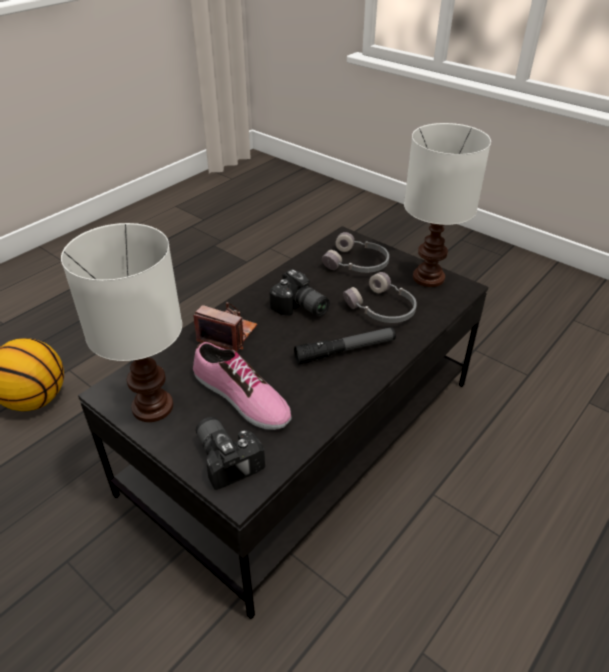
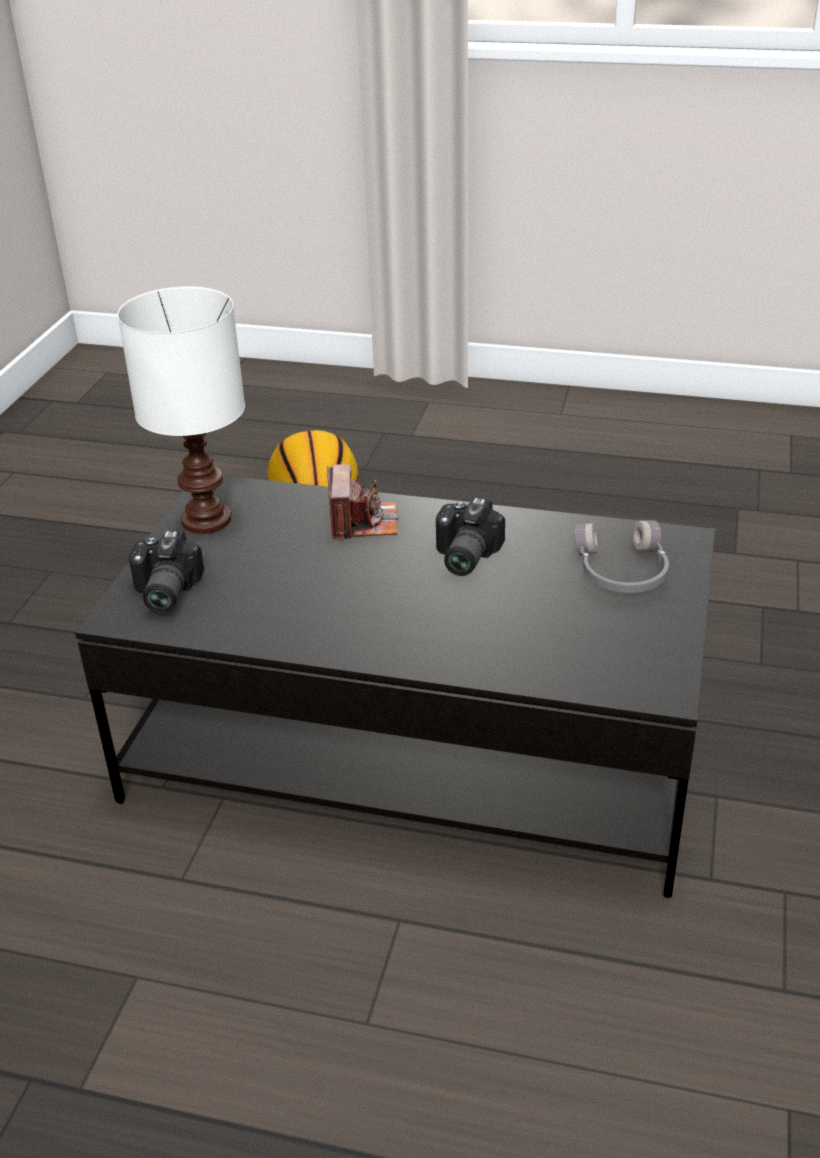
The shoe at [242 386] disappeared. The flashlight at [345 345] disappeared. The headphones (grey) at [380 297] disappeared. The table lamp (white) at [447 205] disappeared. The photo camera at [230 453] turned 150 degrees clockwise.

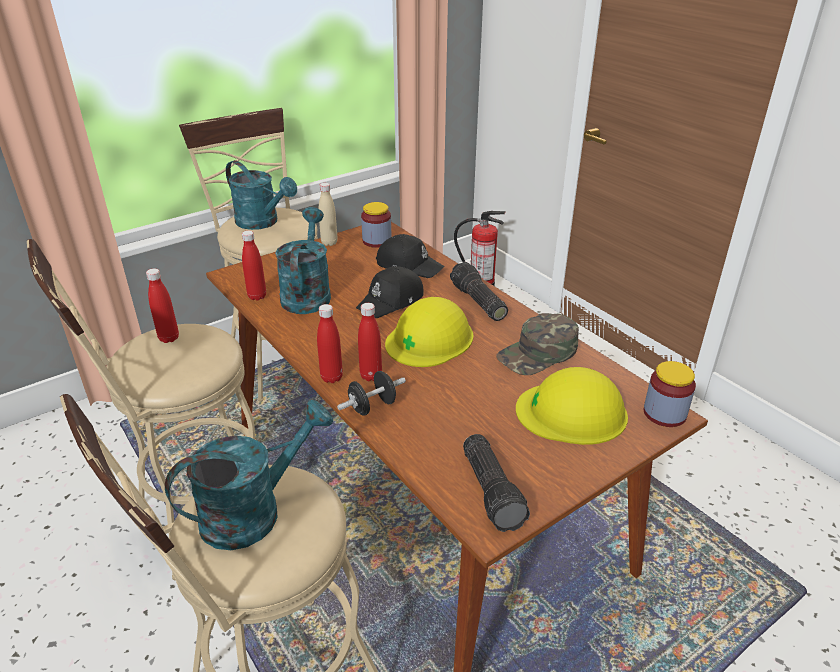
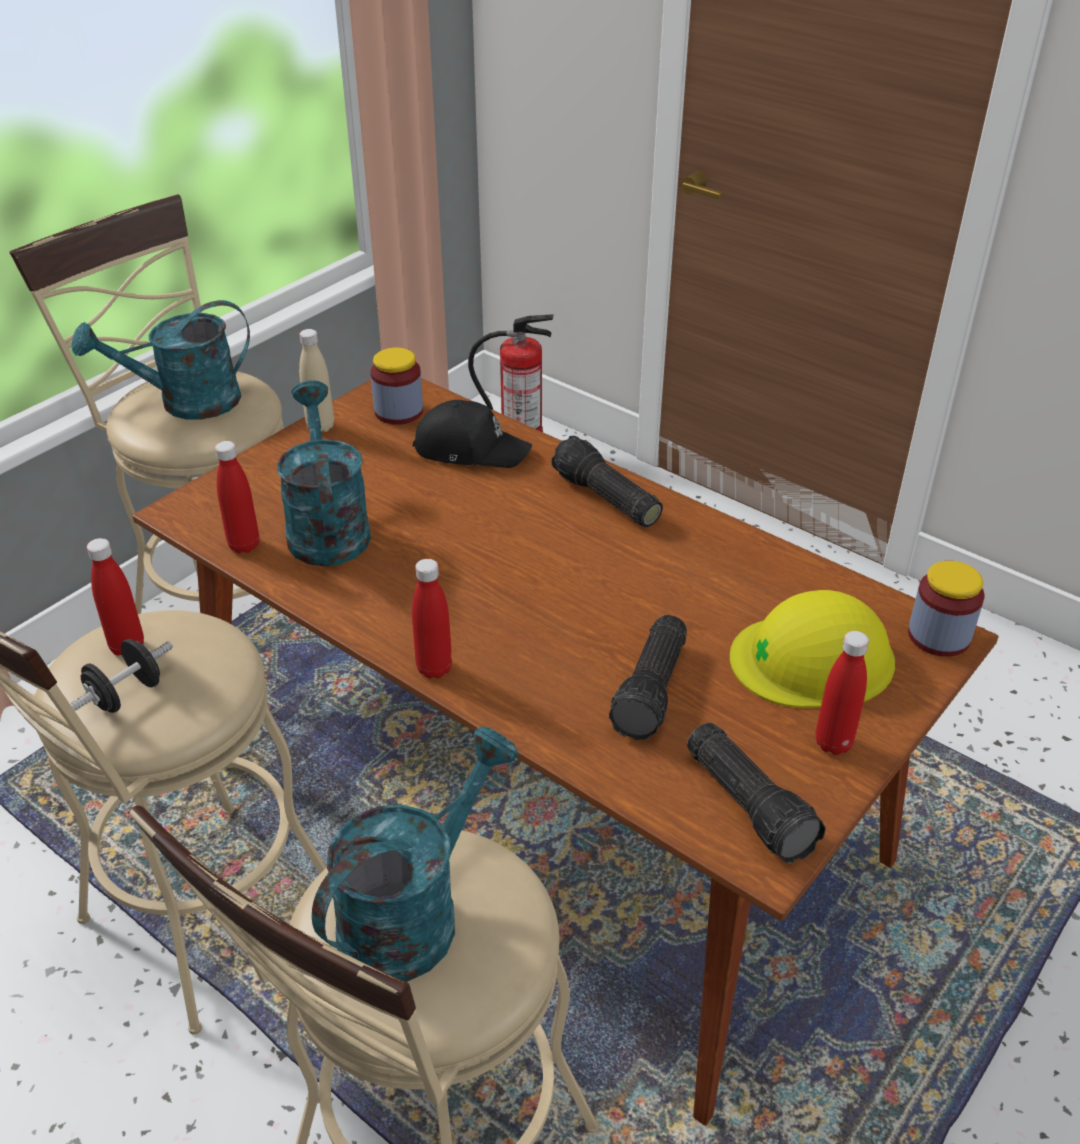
The cap (black) at [390 292] disappeared. The hard hat (yellow) at [429 332] disappeared. The cap (green) at [537 344] disappeared. The flashlight at [648 677] appeared. The dumbbell (black) moved from [371 393] to [121 676]. The bottle (red) moved from [370 342] to [842 693]. The watering can (turquoise) at [261 195] turned 135 degrees clockwise.

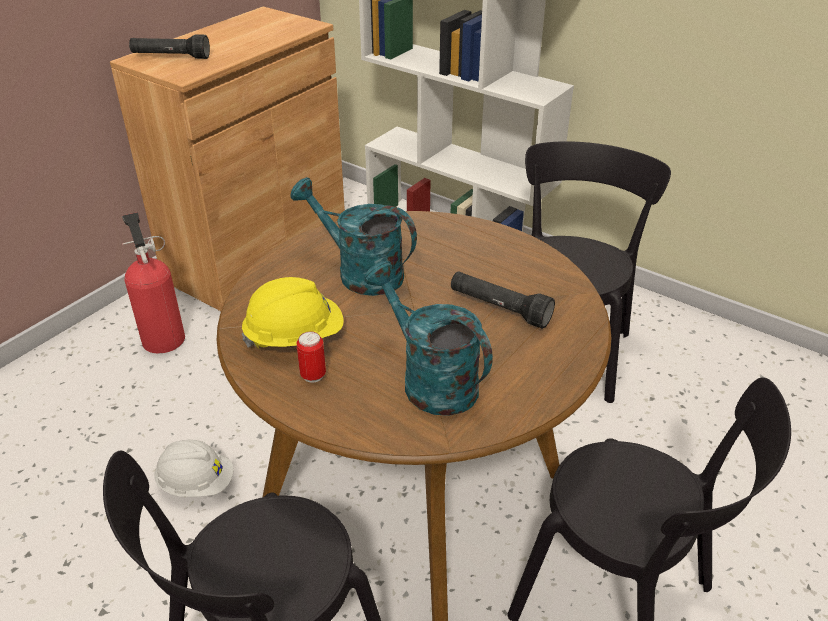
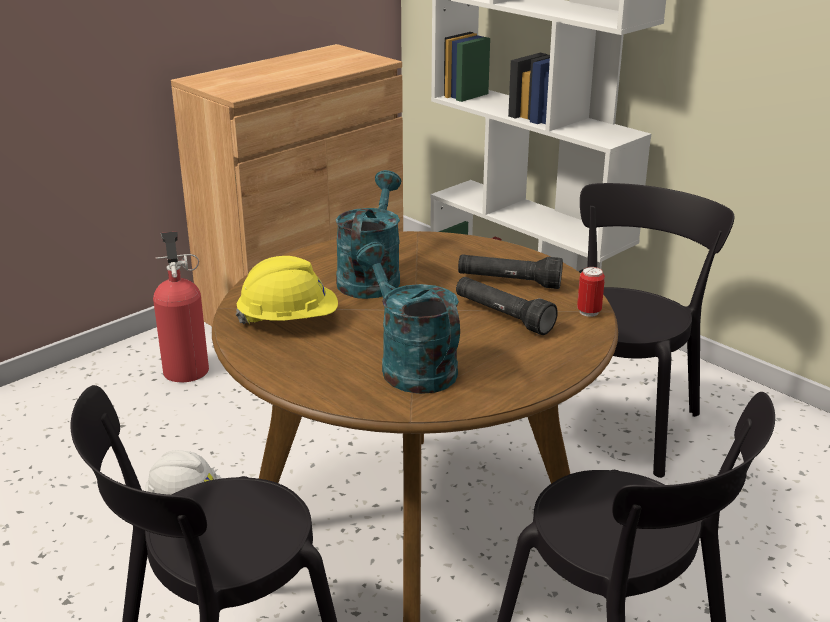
The flashlight (black) moved from [169 46] to [510 271]. The can moved from [311 357] to [591 292]. The watering can (turquoise) at [353 236] turned 60 degrees clockwise.

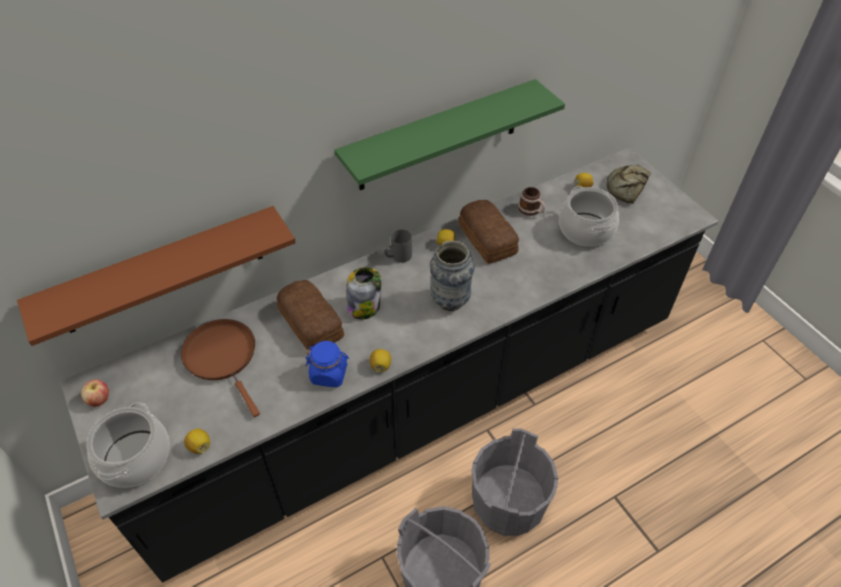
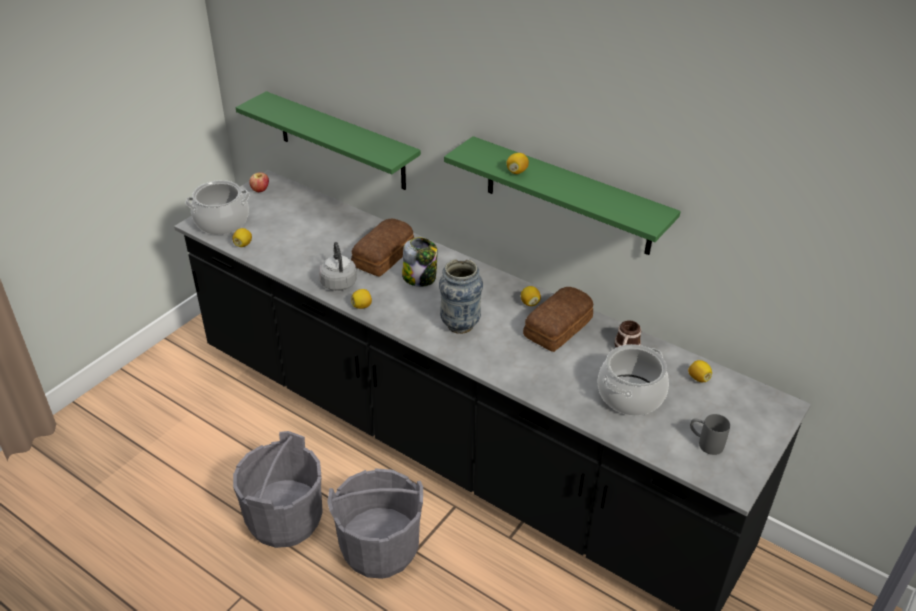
The frying pan (brown) at [220 368] disappeared. The bread at [629 184] disappeared. The lemon at [518 163] appeared. The mug (grey) moved from [398 246] to [710 434]. The jar (blue) at [327 364] was replaced by the kettle (grey) at [338 266]. The shelf (brown) at [156 276] became the shelf (green) at [328 140].

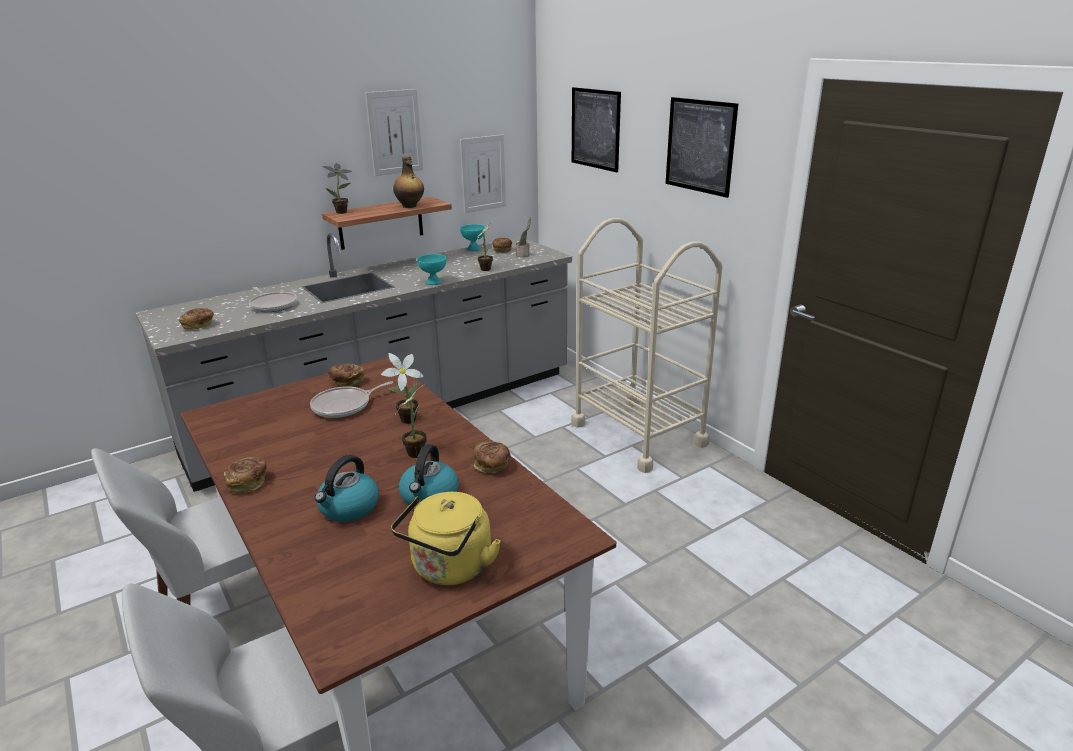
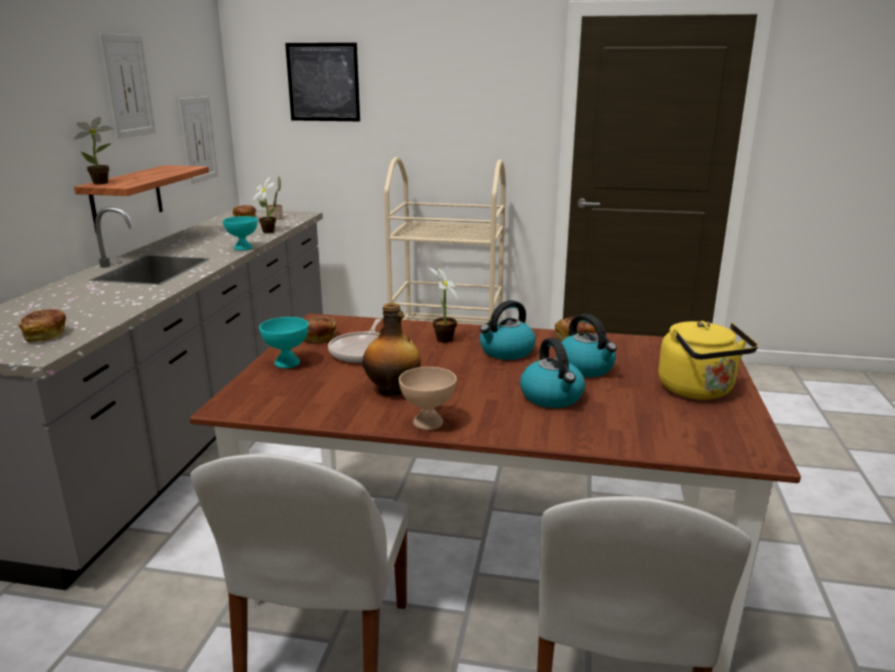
The frying pan at [273 299] disappeared. The picture at [702 147] disappeared. The bottle moved from [408 182] to [391 349]. The bowl (turquoise) moved from [472 237] to [284 342]. The bread at [245 475] was replaced by the bowl (beige) at [428 398]. The potted plant at [410 421] was replaced by the kettle at [508 330].

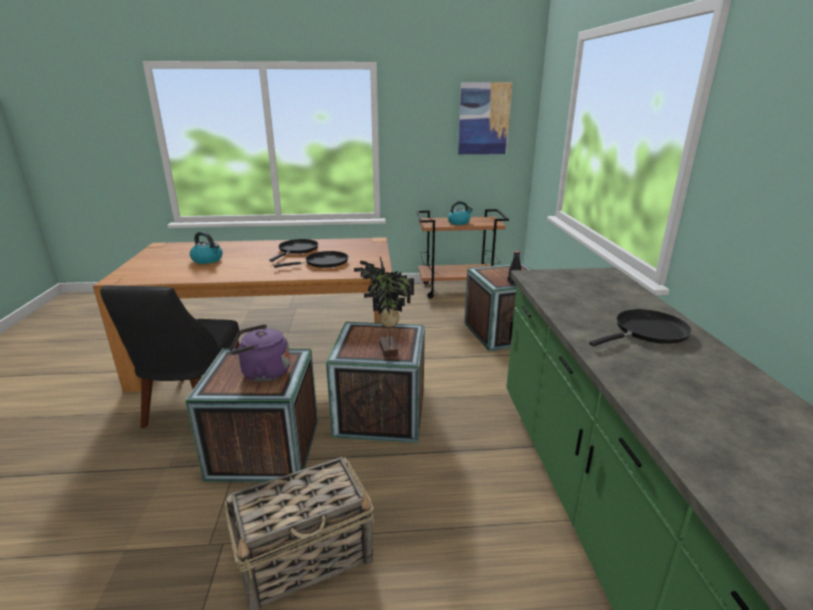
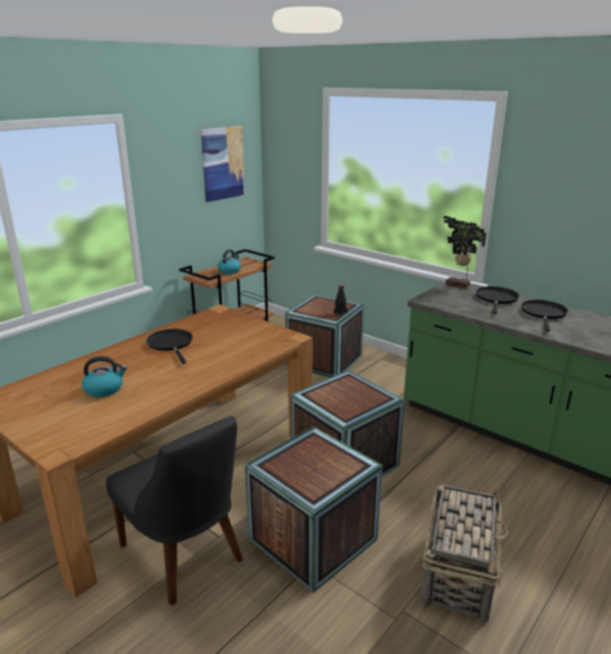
The kettle (purple) at [259 353] disappeared. The frying pan (black) moved from [311 259] to [497 300]. The potted plant moved from [384 307] to [464 252].

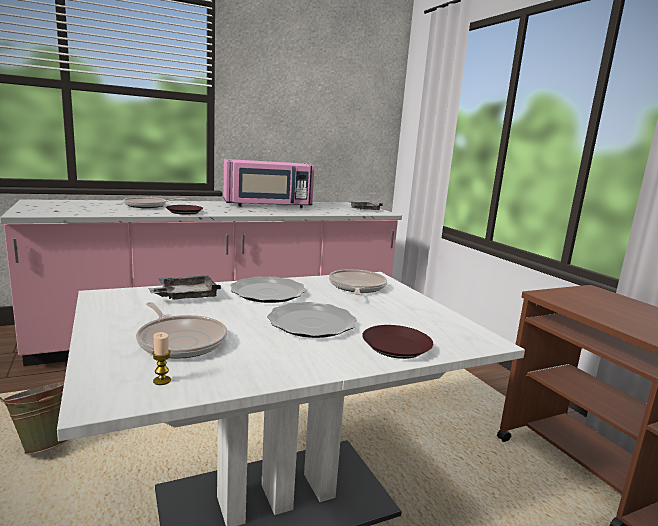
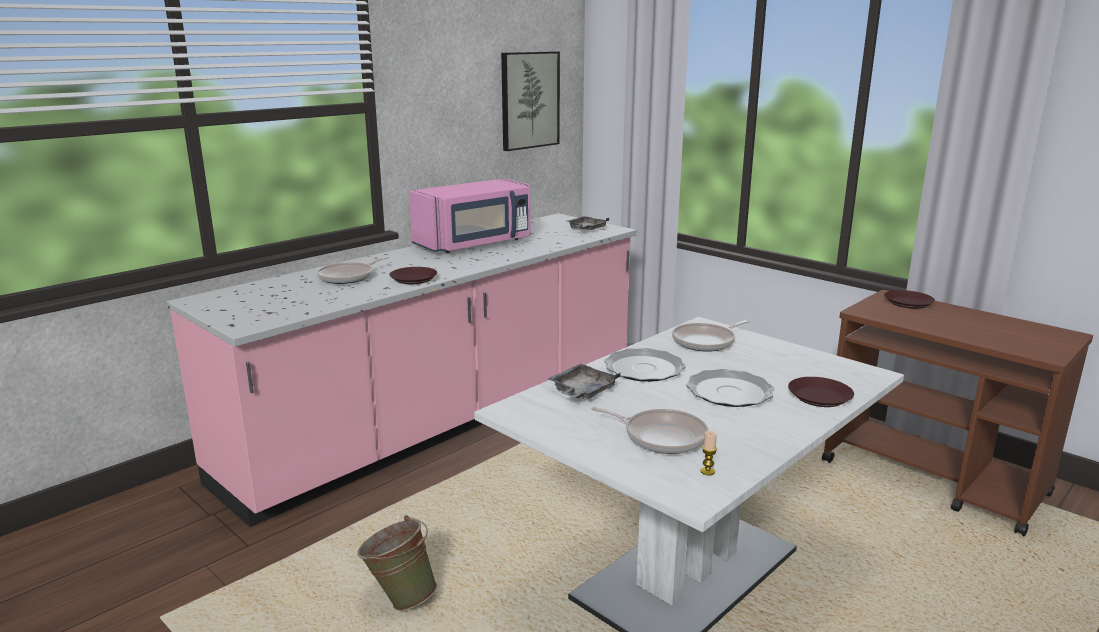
The picture at [530 101] appeared. The plate (brown) at [909 299] appeared. The frying pan at [358 282] turned 105 degrees counterclockwise.

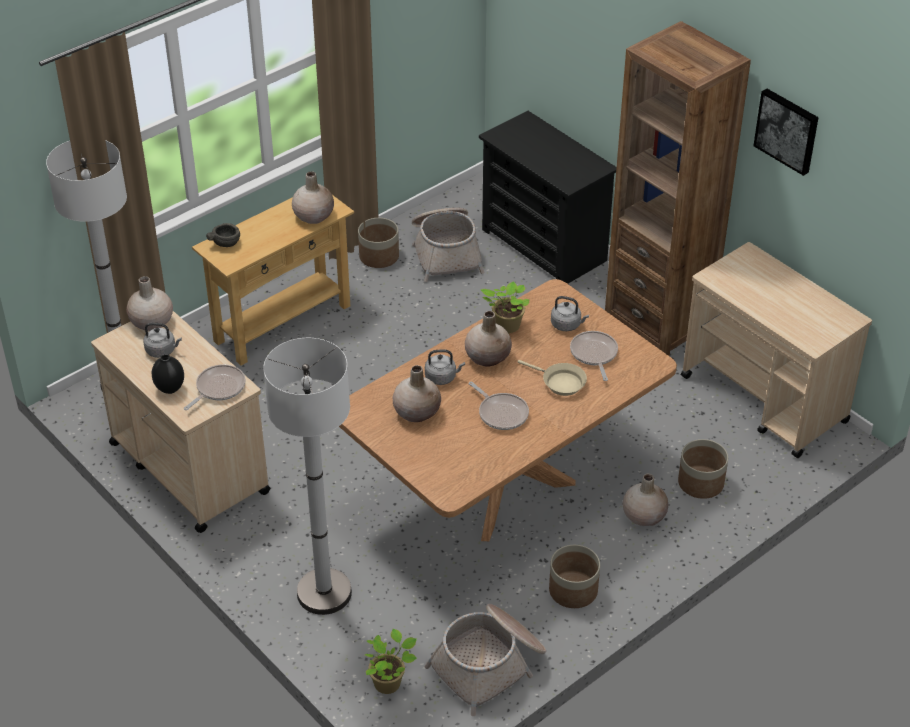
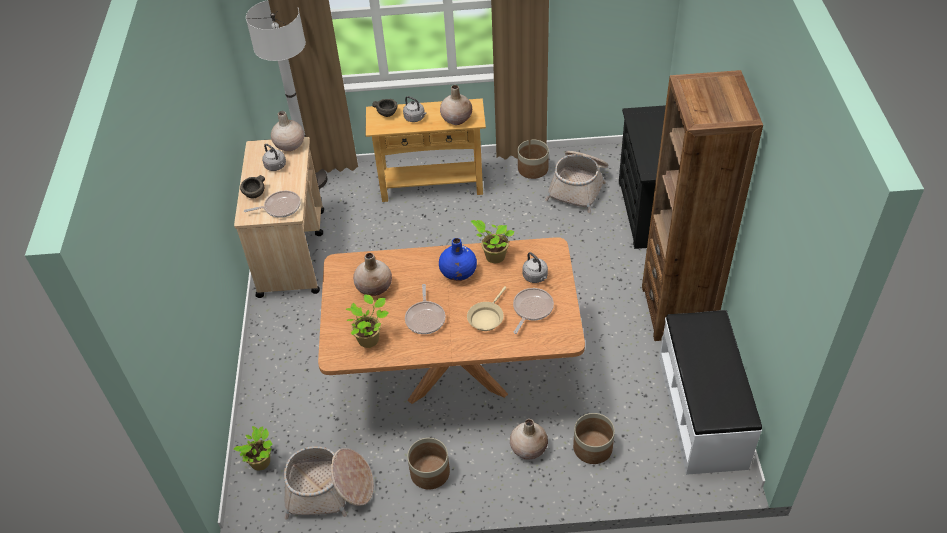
The floor lamp (white) at [307 476] disappeared. The picture at [786 132] disappeared. The potted plant at [367 321] appeared. The kettle (grey) moved from [445 367] to [414 109]. The vase (black) at [168 374] was replaced by the bowl (grey) at [252 186]. The cart (beige) at [776 350] was replaced by the bench (white) at [710 392]. The vase (beige) at [488 339] became the vase (blue) at [458 259]. The frying pan (beige) at [552 378] turned 45 degrees clockwise.

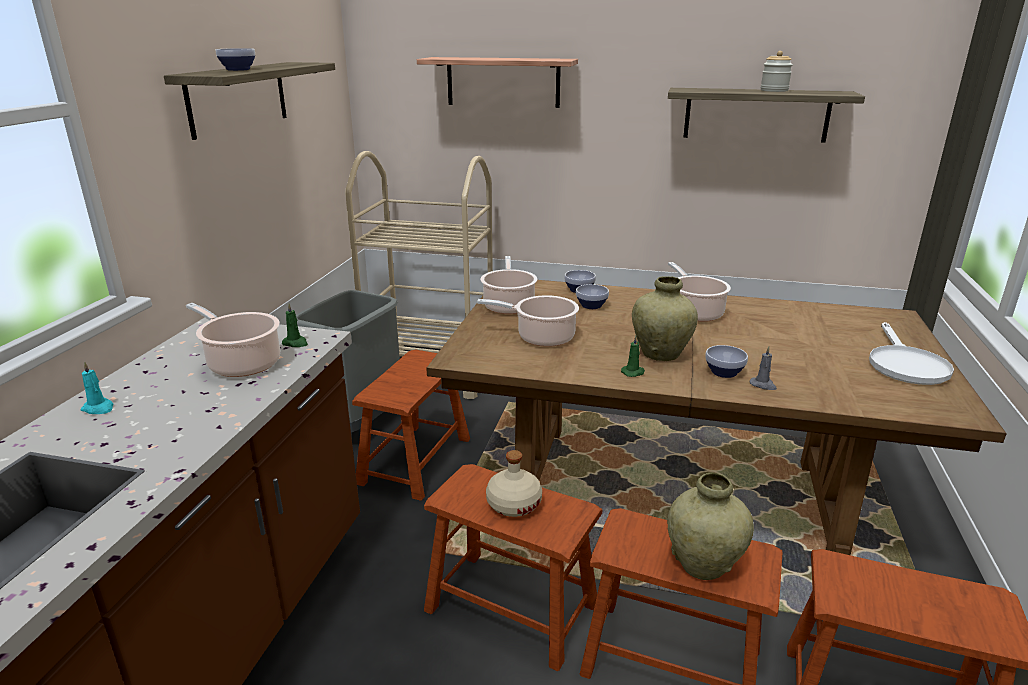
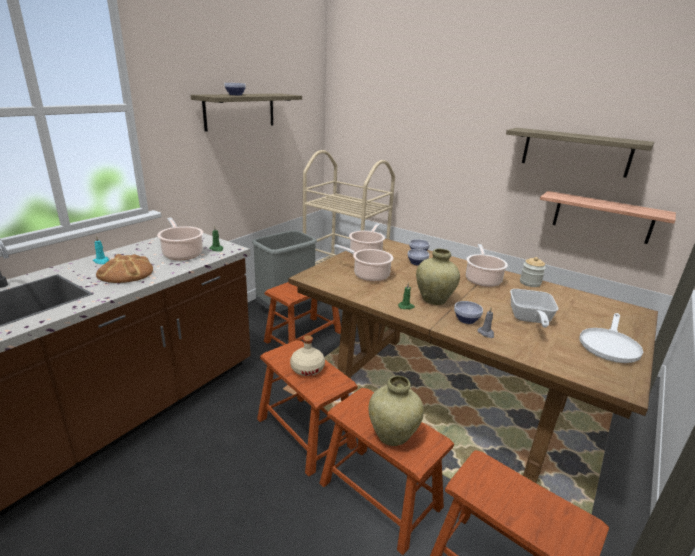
The bread at [124 268] appeared. The frying pan at [534 308] appeared. The shelf moved from [497 82] to [608 217]. The jar moved from [777 71] to [533 272].

